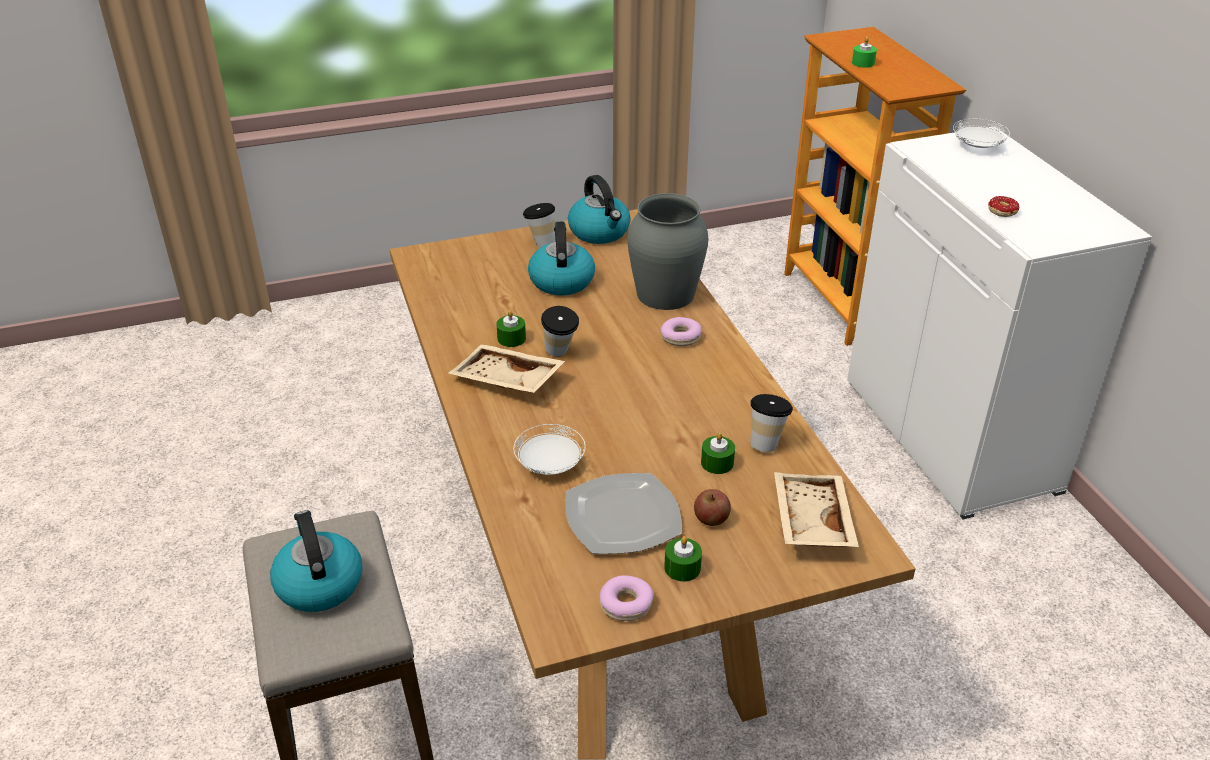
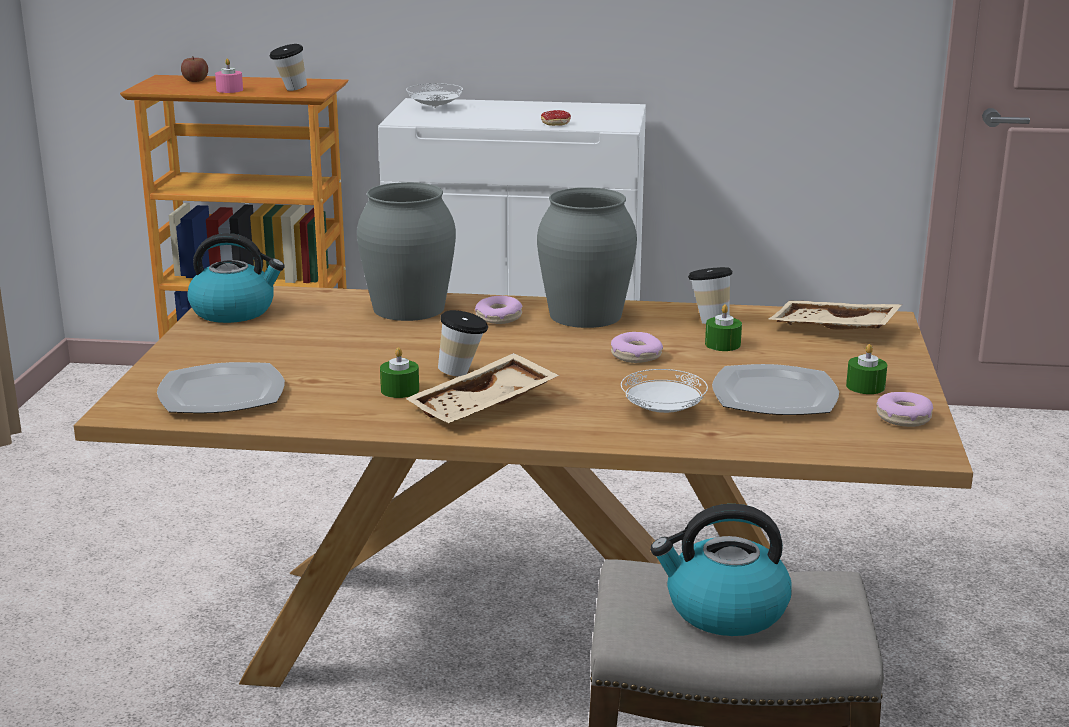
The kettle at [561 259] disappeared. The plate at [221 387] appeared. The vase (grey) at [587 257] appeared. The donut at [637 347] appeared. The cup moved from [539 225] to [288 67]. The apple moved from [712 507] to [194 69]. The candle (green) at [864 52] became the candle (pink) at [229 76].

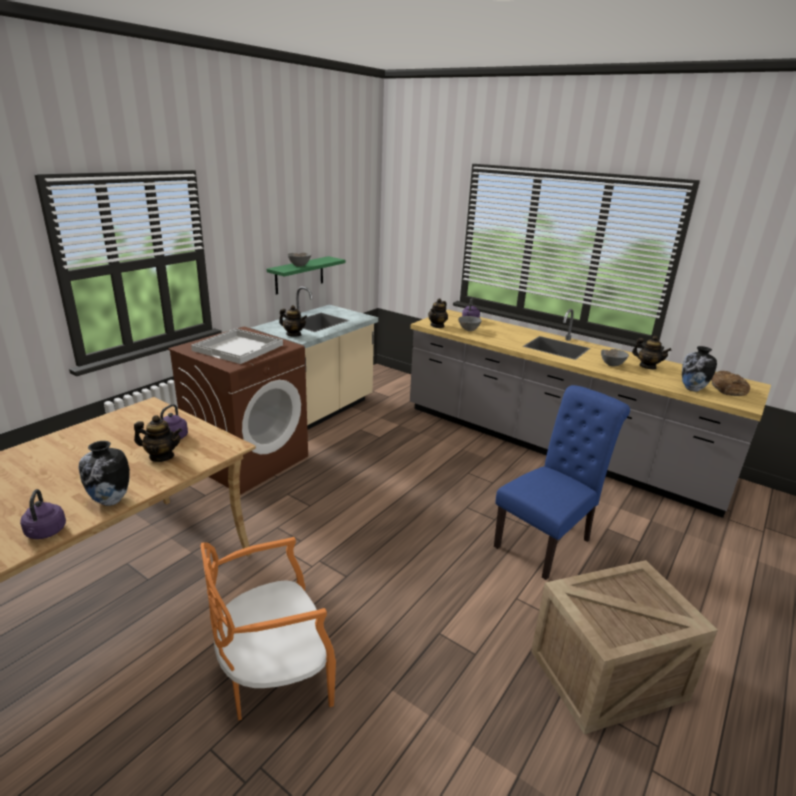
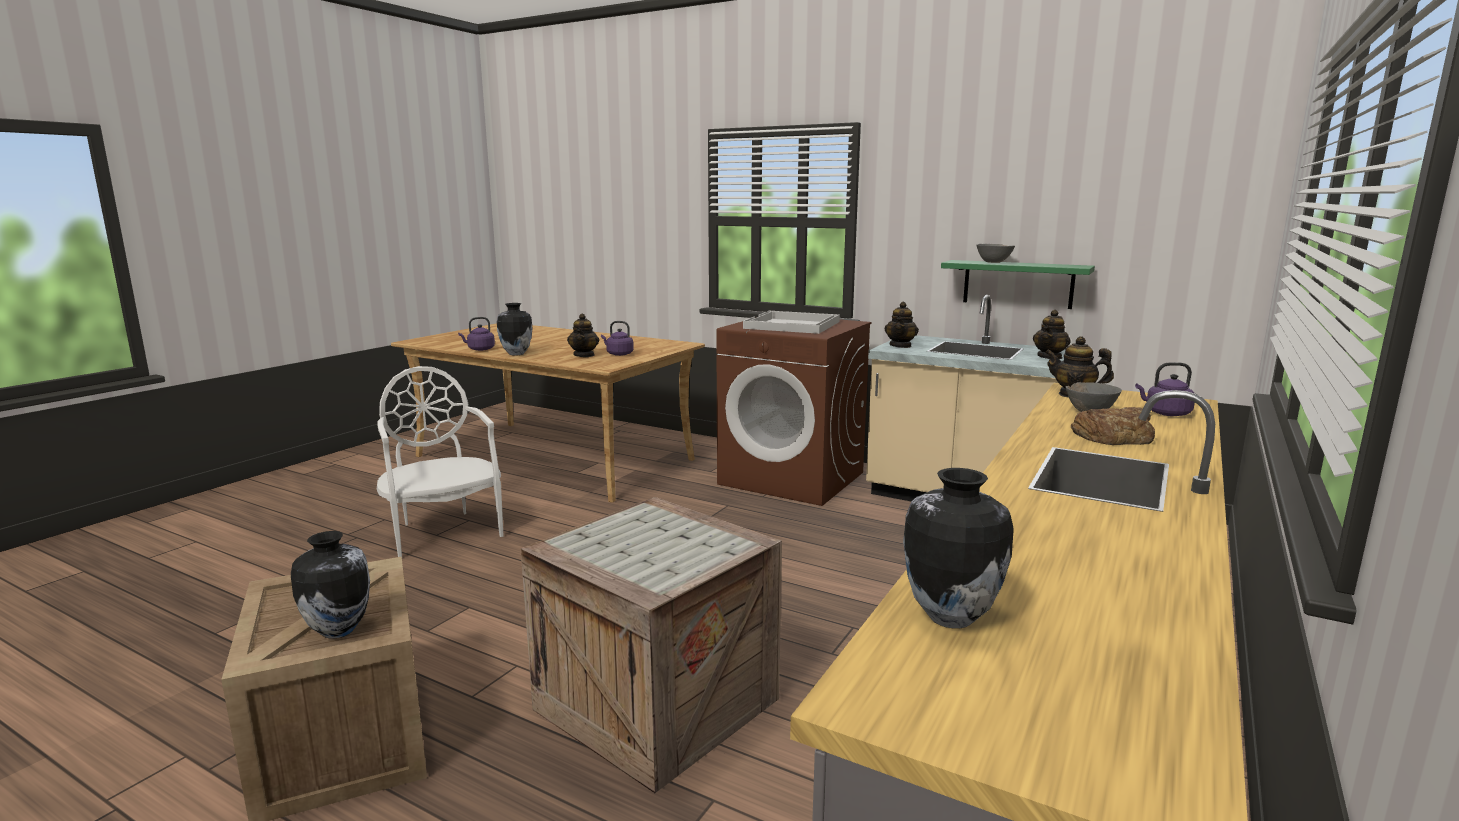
The bowl (grey) at [615 357] disappeared. The vase at [330 585] appeared. The teapot moved from [652 352] to [1052 334]. The bread moved from [730 383] to [1113 426]. The chair (blue) at [562 482] was replaced by the crate at [651 645]. The chair (orange) at [268 628] became the chair (white) at [440 461].

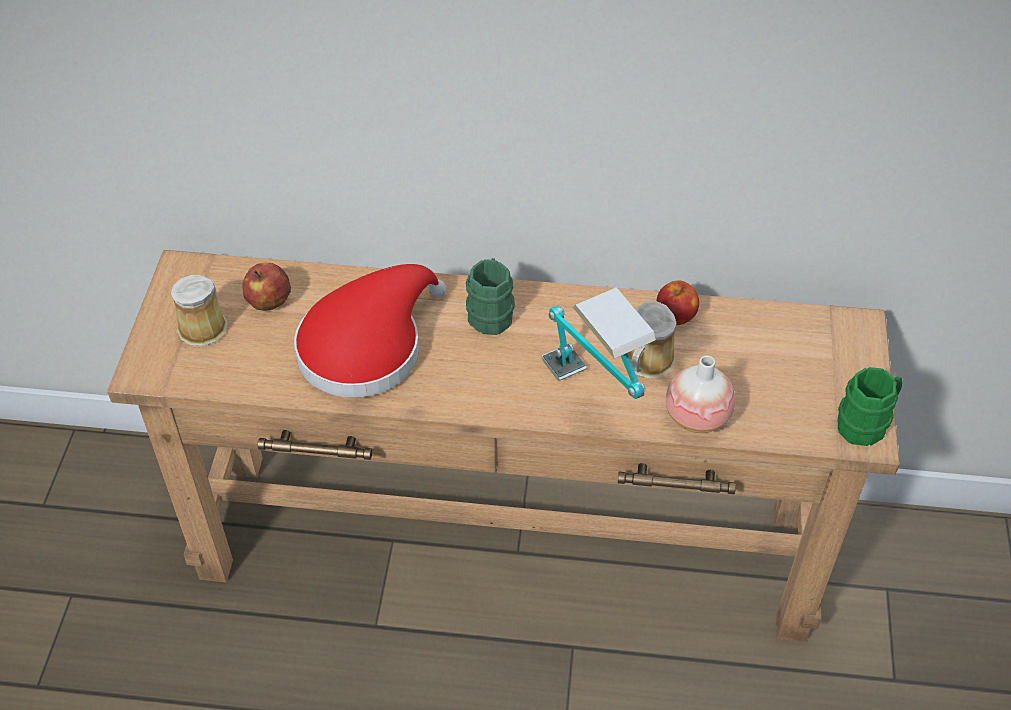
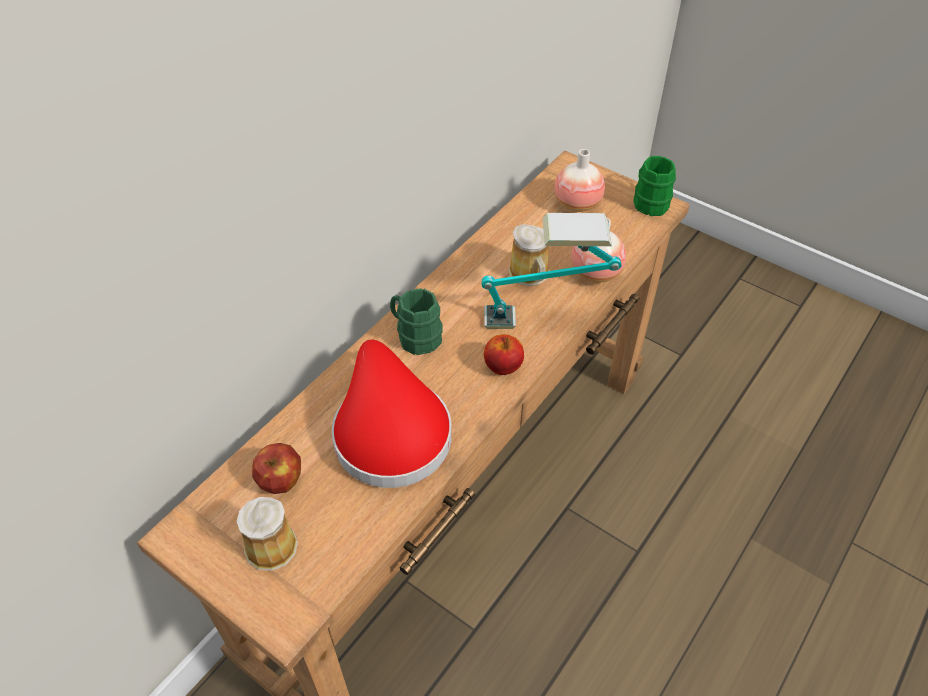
The vase at [579 180] appeared. The apple moved from [677 303] to [504 354].

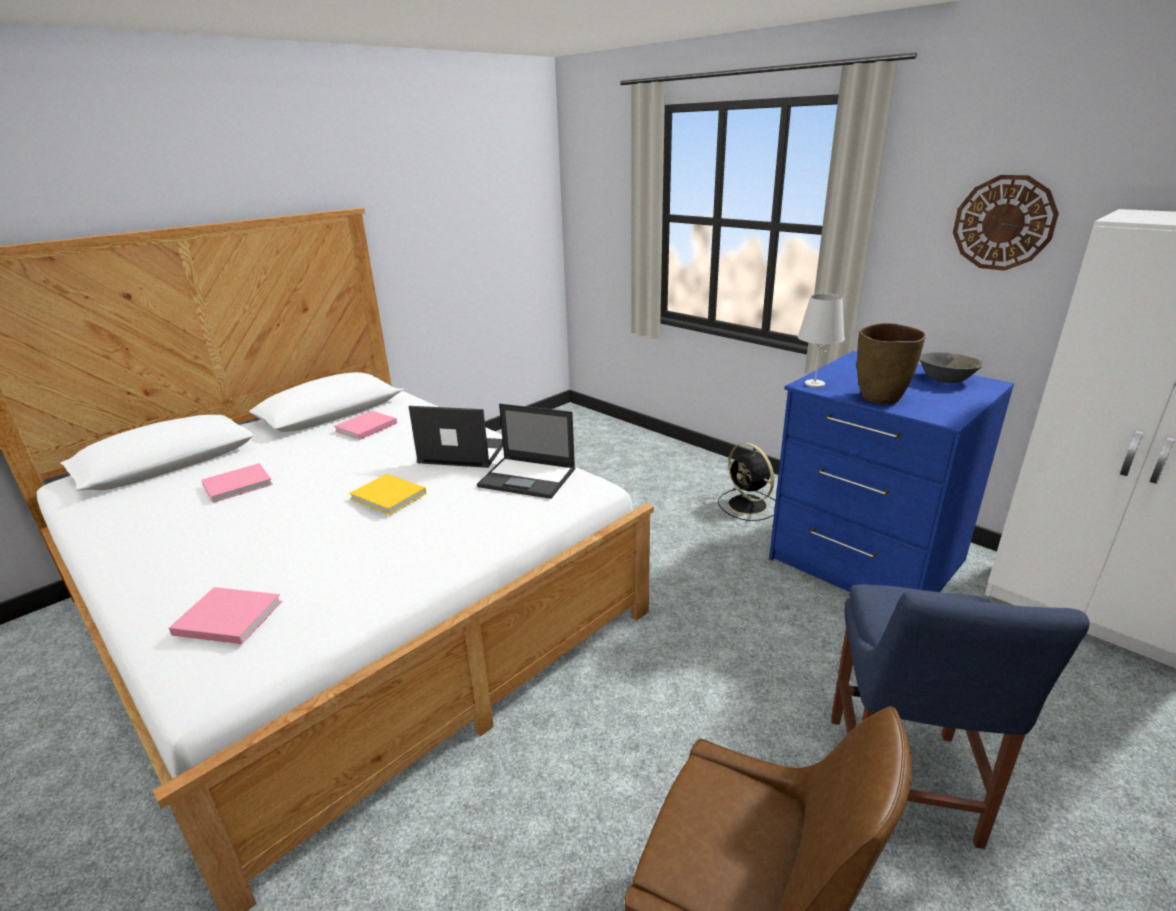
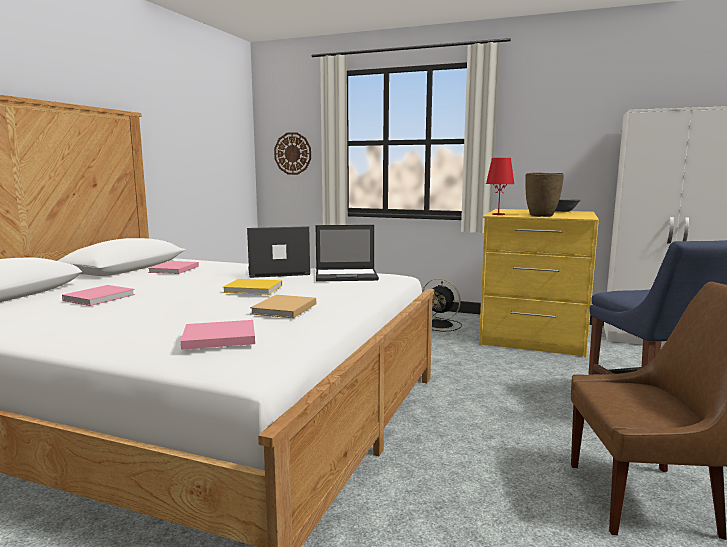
The book (beige) at [283 306] appeared. The wall clock moved from [1006 223] to [292 153]. The dresser (blue) at [891 471] became the dresser (yellow) at [539 283]. The table lamp (white) at [821 340] became the table lamp (red) at [500 186].

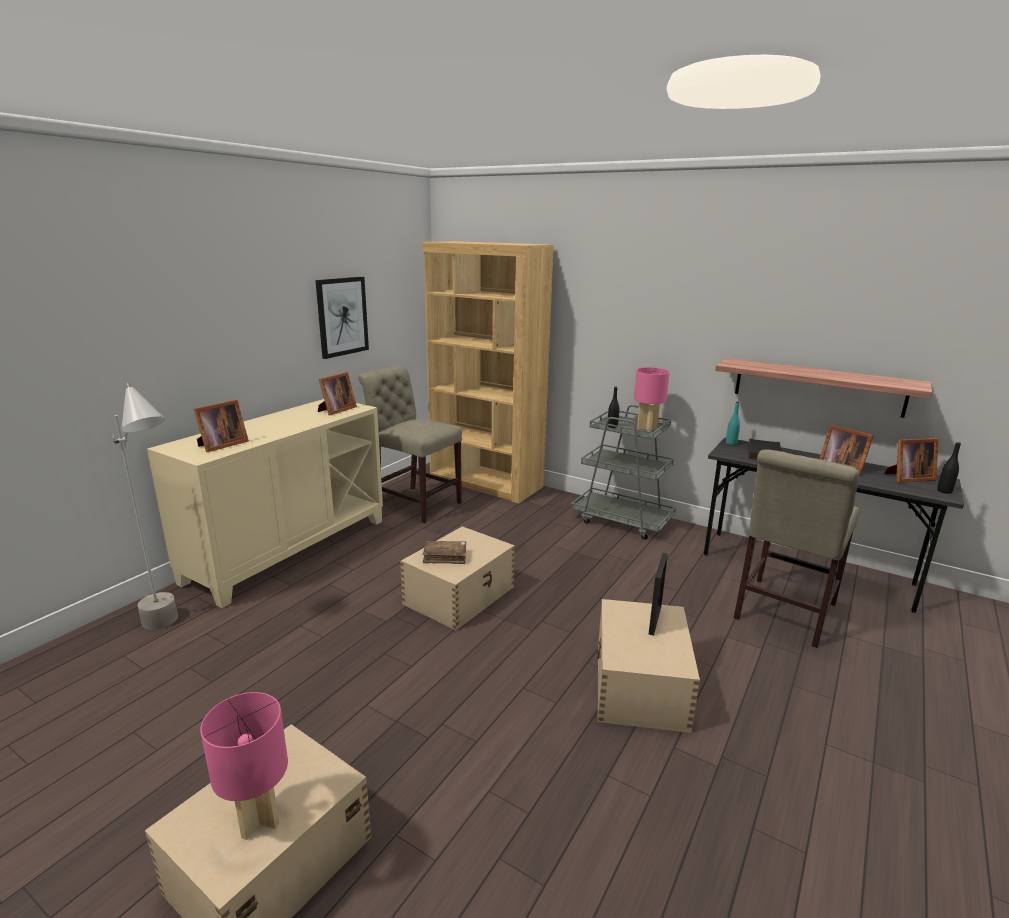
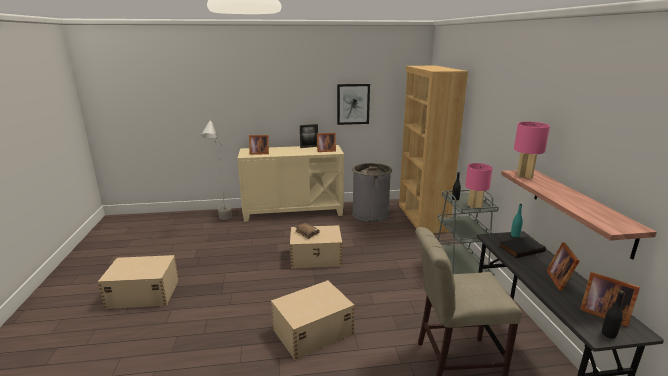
The table lamp (pink) moved from [244 766] to [532 150]. The picture frame moved from [658 594] to [309 136]. The chair (beige) at [410 444] was replaced by the trash can (grey) at [372 192].

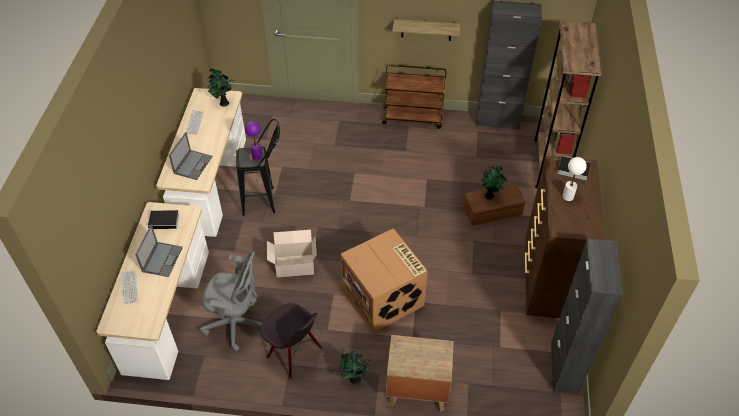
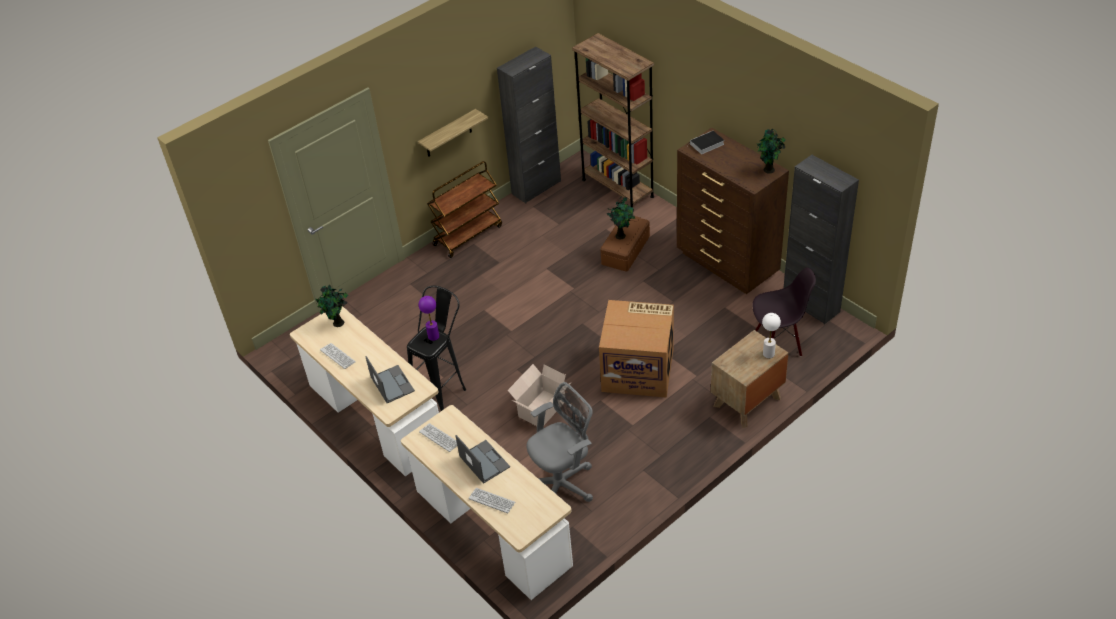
The chair (black) moved from [291 341] to [784 312]. The potted plant moved from [354 368] to [771 151]. The table lamp (white) moved from [574 179] to [771 335]. The book at [165 219] was replaced by the keyboard at [438 437].

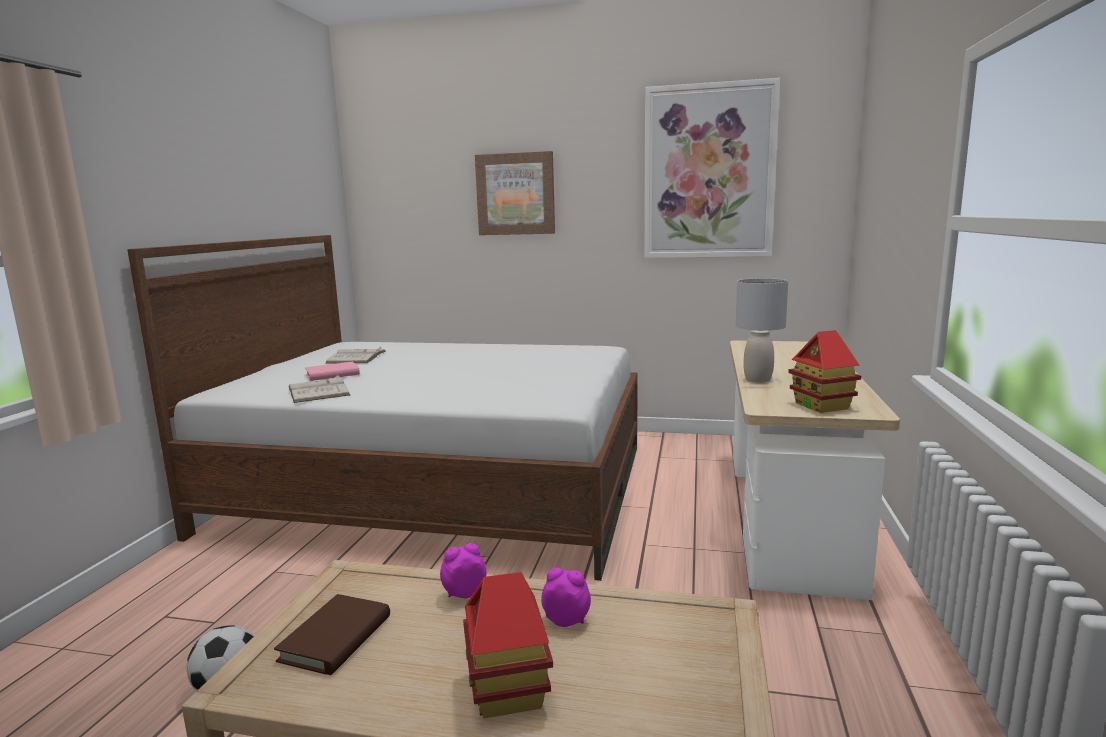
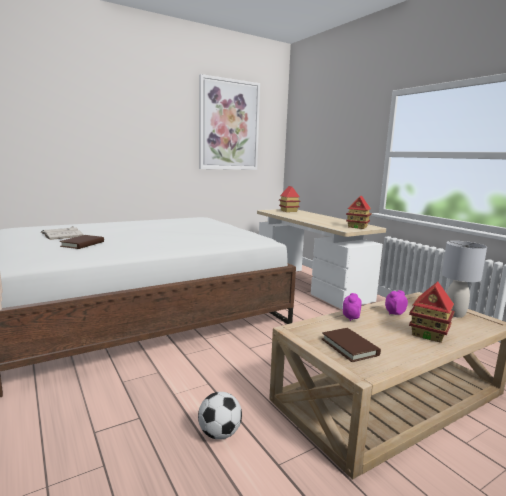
The book (white) at [319 389] disappeared. The picture at [515 193] disappeared. The toy house at [290 199] appeared. The table lamp (grey) moved from [761 330] to [464 279]. The book (pink) at [332 371] became the book (brown) at [82 242].

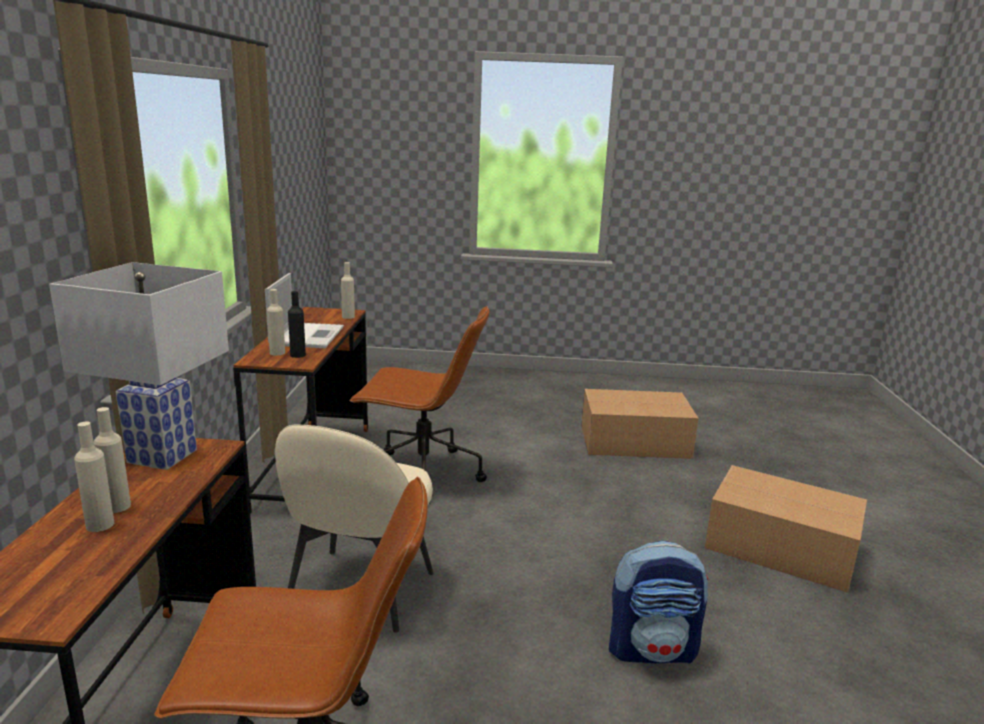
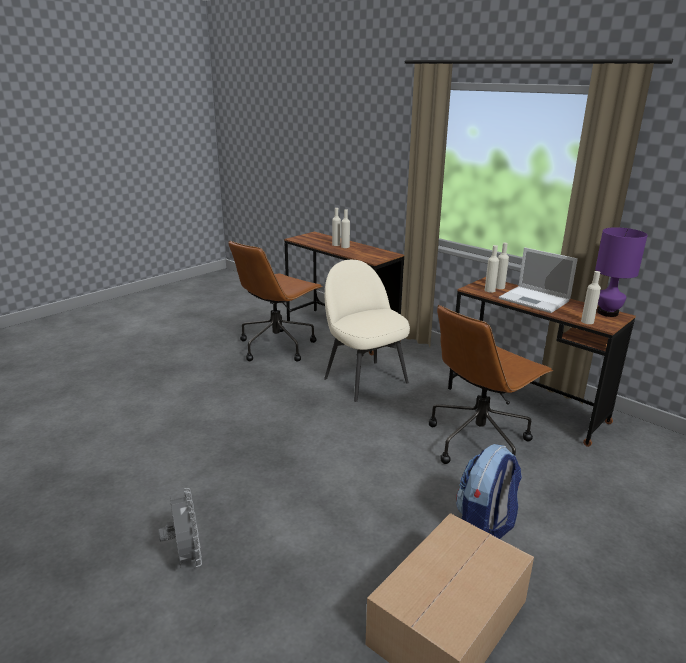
The table lamp (white) at [139 366] disappeared. The table lamp (purple) at [621 272] appeared. The backpack moved from [659 602] to [489 491]. The cardboard box at [786 529] was replaced by the fan (grey) at [180 528]. The bottle (black) at [297 324] became the bottle (beige) at [492 269].

